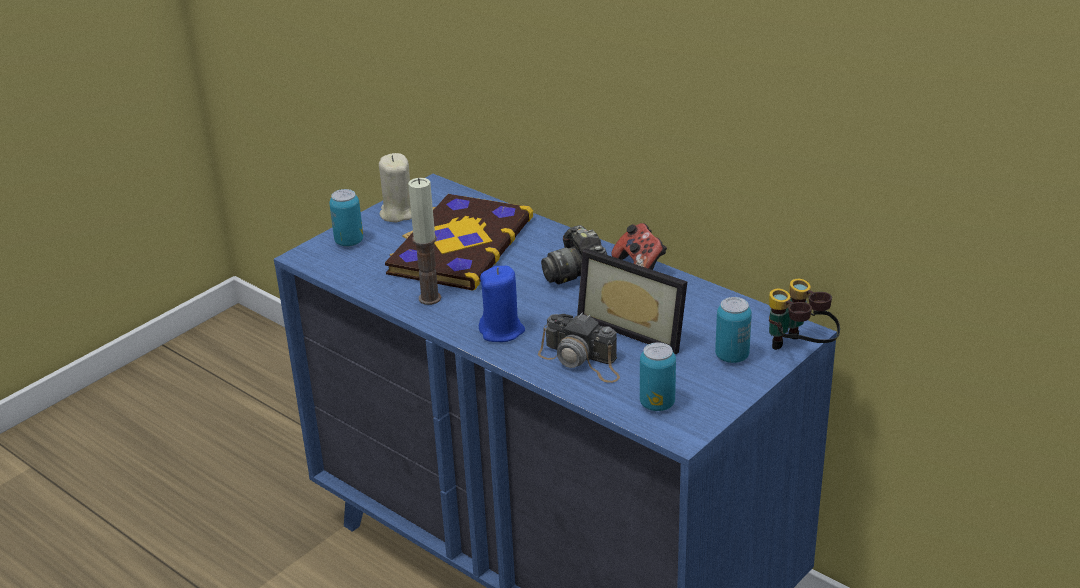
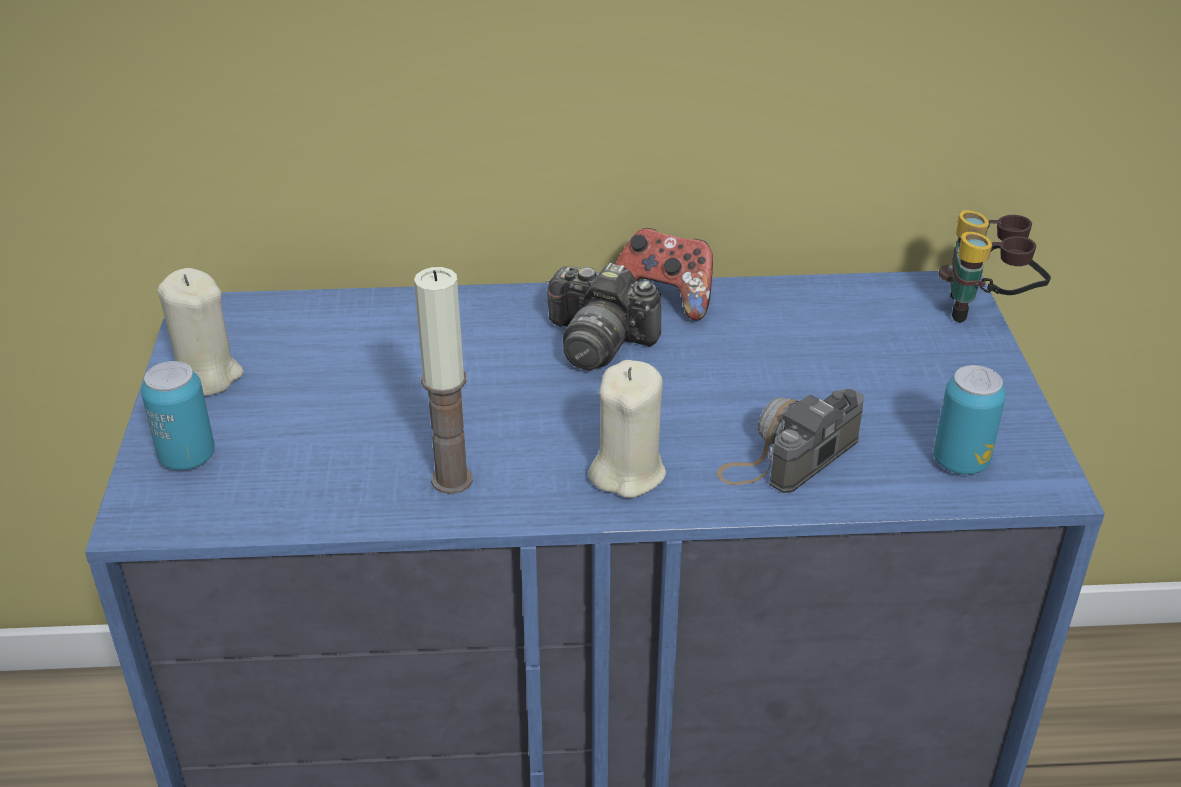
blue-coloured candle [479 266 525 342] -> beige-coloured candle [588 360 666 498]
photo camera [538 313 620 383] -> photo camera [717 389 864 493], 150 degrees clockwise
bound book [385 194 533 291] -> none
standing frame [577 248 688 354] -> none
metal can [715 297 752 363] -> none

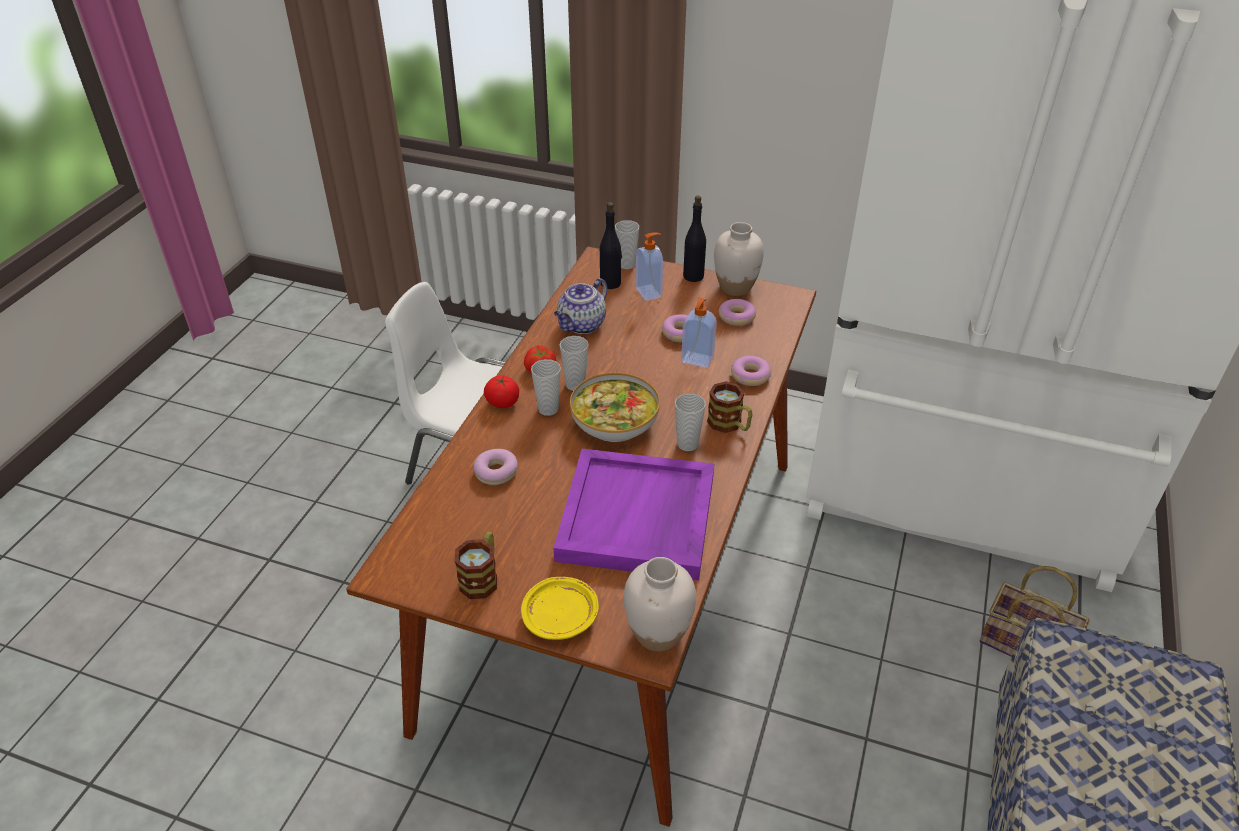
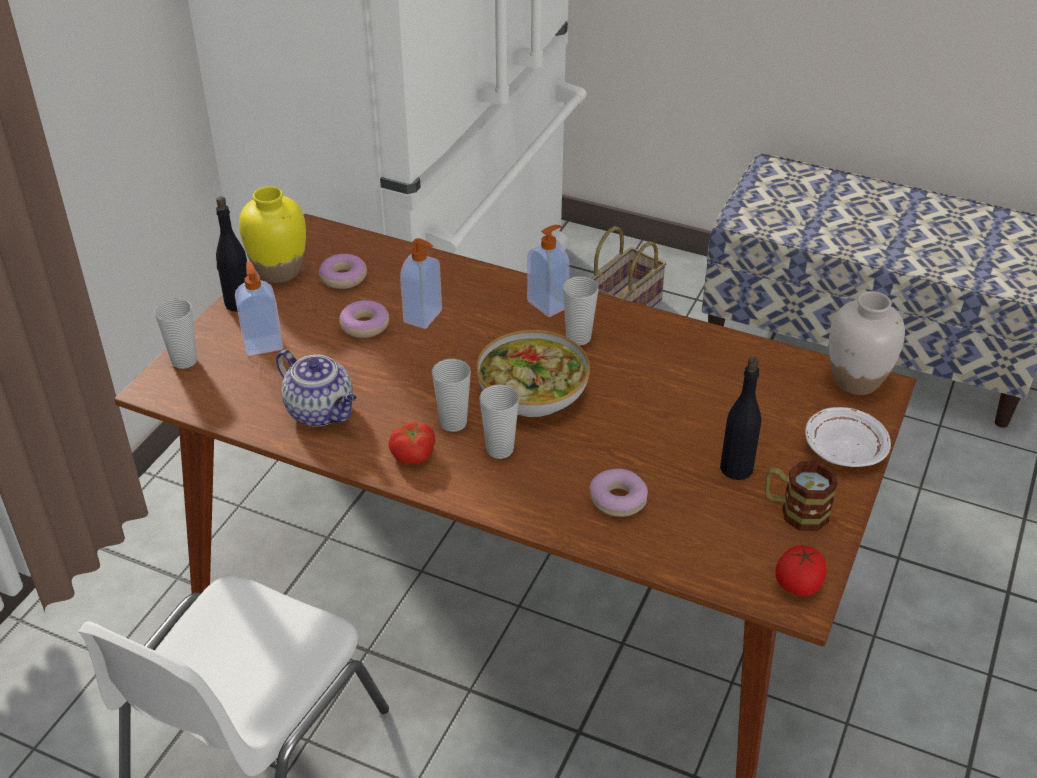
white vase [714 222 764 296] -> yellow-coloured vase [239 186 306 283]
mug [707 381 752 433] -> soap bottle [527 225 570 317]
black drink bottle [600 202 622 289] -> black drink bottle [720 357 762 480], relocated
tomato [484 375 519 408] -> tomato [775 545 827 596], relocated
yellow-coloured dinner plate [521 577 599 640] -> white dinner plate [805 407 891 467]
purple carrying tray [553 449 714 580] -> none
ring doughnut [731 356 771 386] -> none

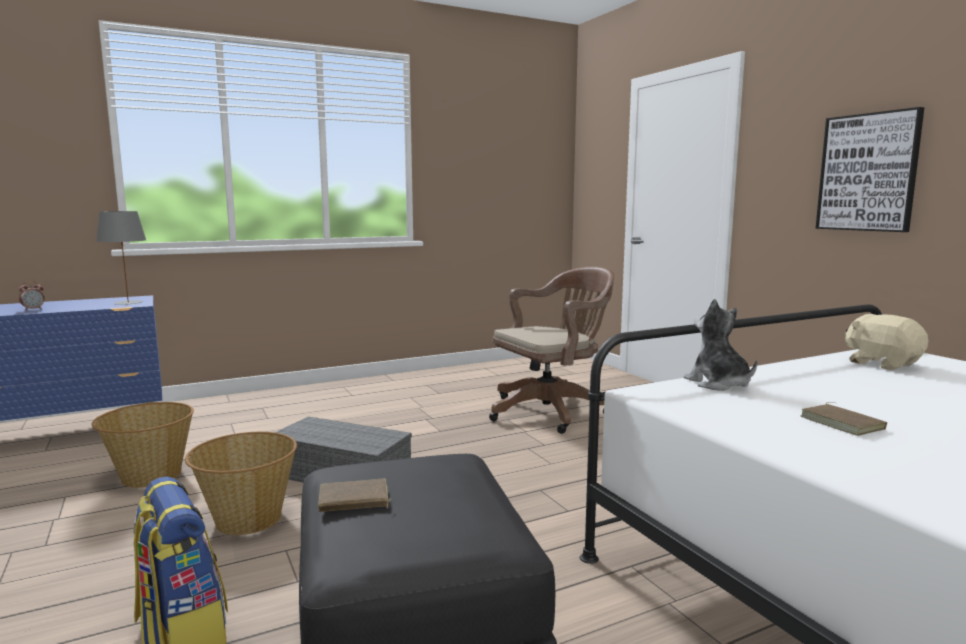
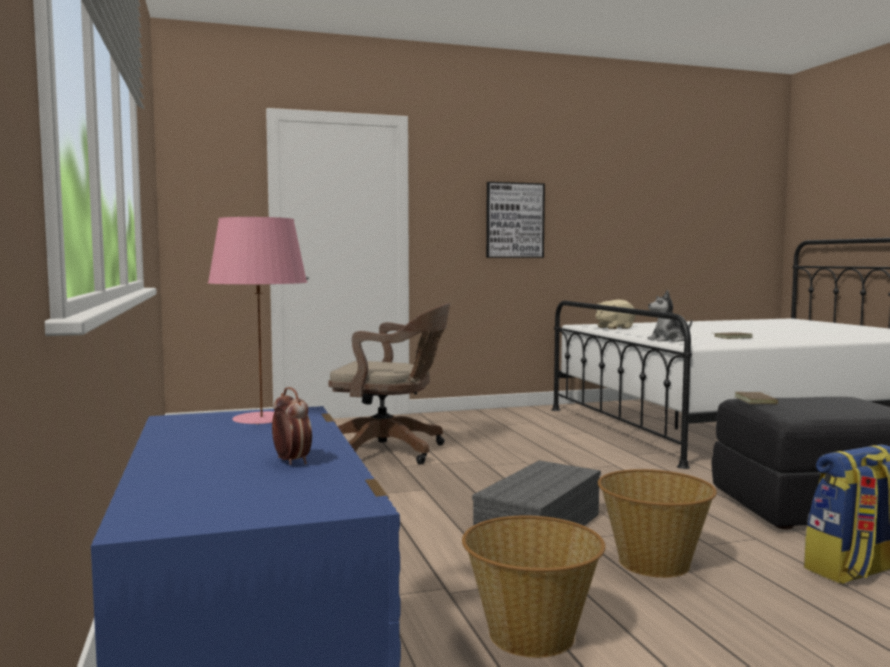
gray table lamp [96 211 146 305] -> pink-coloured table lamp [208 217 307 425]
brown-coloured computer chair [489 267 614 434] -> brown-coloured computer chair [328 303 450 465], 120 degrees clockwise
brown-coloured bound book [318 479 391 512] -> brown-coloured bound book [735 391 778 404], relocated

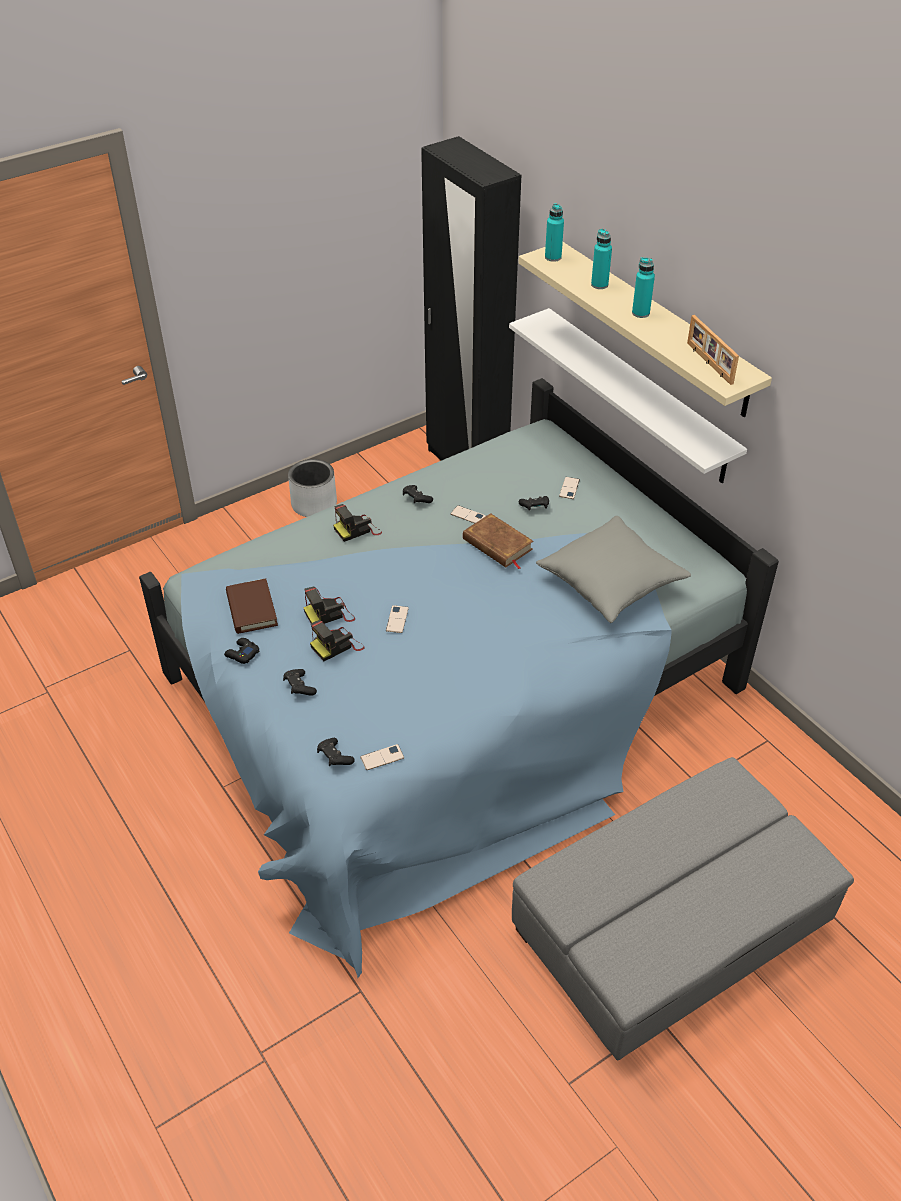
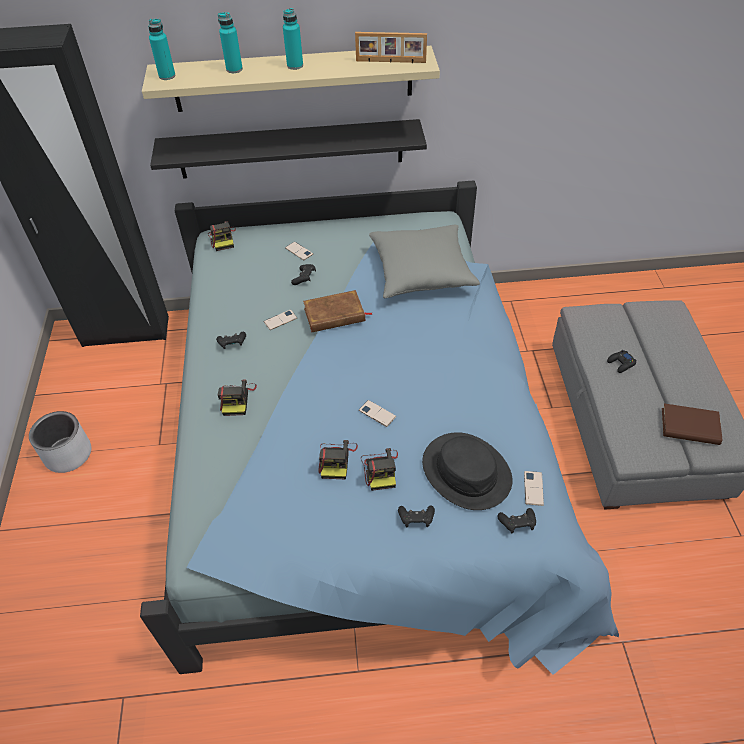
white wall shelf [509 308 747 483] -> black wall shelf [150 119 427 179]
none -> photo camera [208 221 236 251]
none -> black hat [422 432 513 510]
black game controller [224 638 259 664] -> black game controller [607 350 637 373], relocated
brown-coloured bound book [226 578 278 634] -> brown-coloured bound book [662 404 722 445], relocated

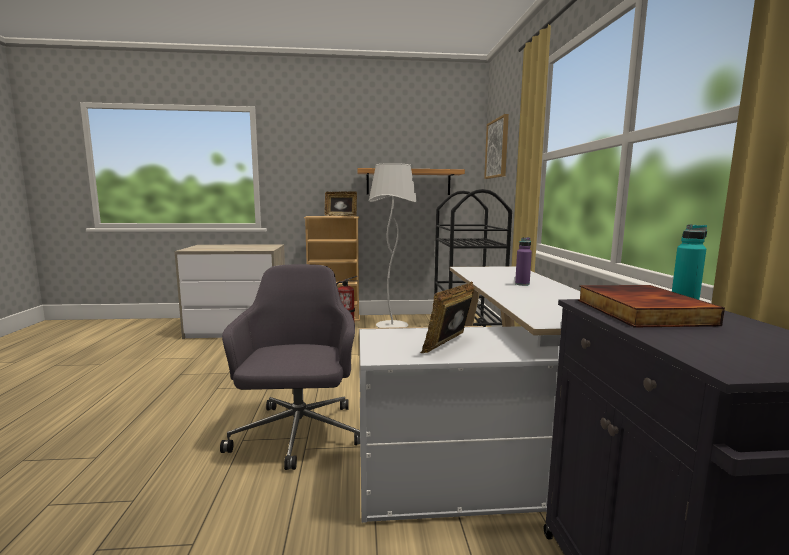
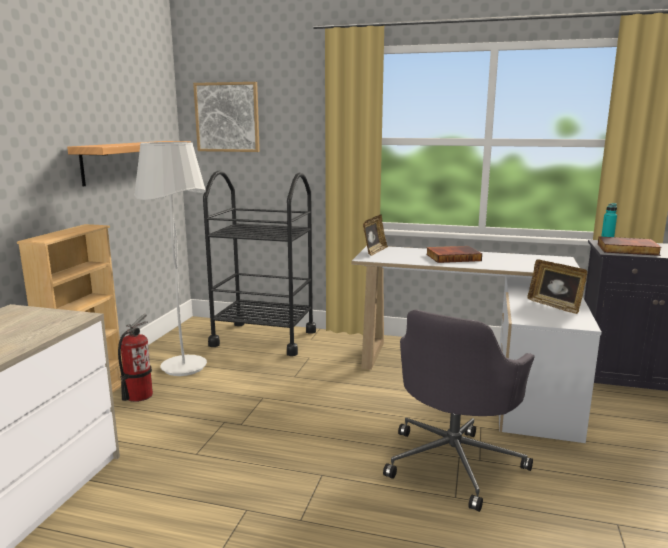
standing frame [324 191 357 216] -> standing frame [363 214 388 256], relocated
gray computer chair [220 264 360 470] -> gray computer chair [383 310 535 512], 75 degrees counterclockwise
purple drink bottle [515 237 532 286] -> bound book [426 246 482 263]

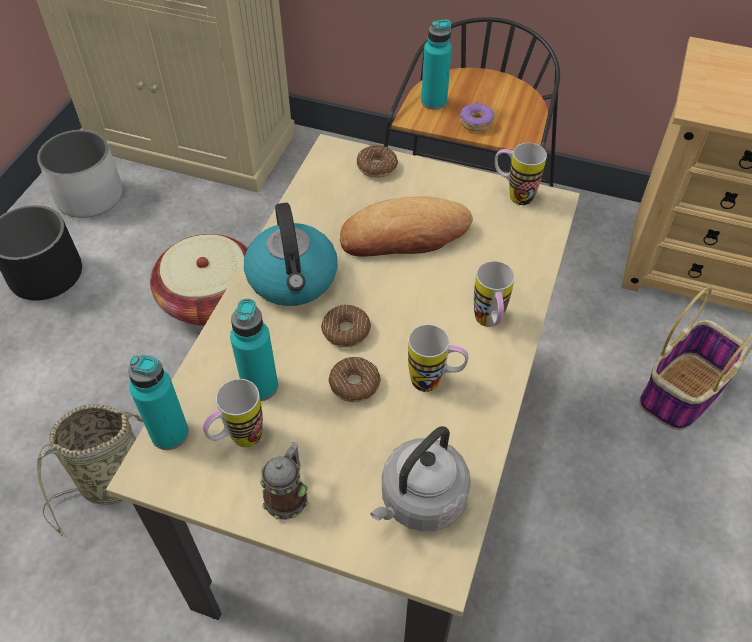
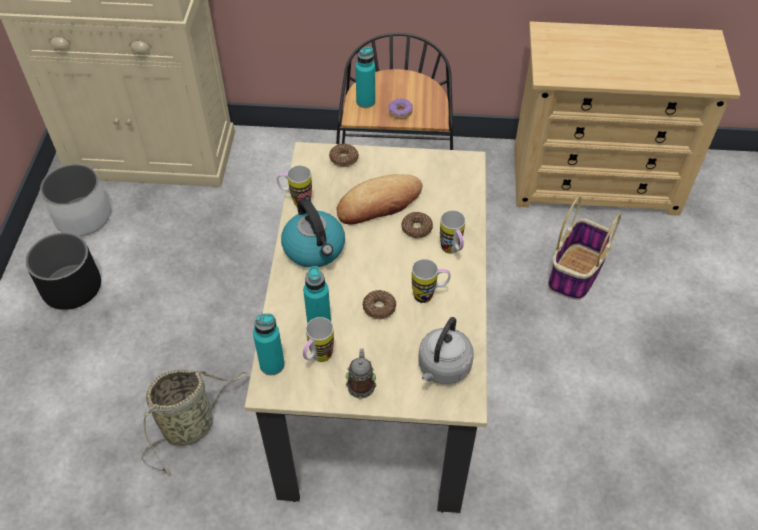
mug [495 143 547 205] -> mug [276 165 312 207], relocated
ring doughnut [321 305 371 347] -> ring doughnut [401 212 433 238], relocated
storage basket [150 234 248 326] -> none

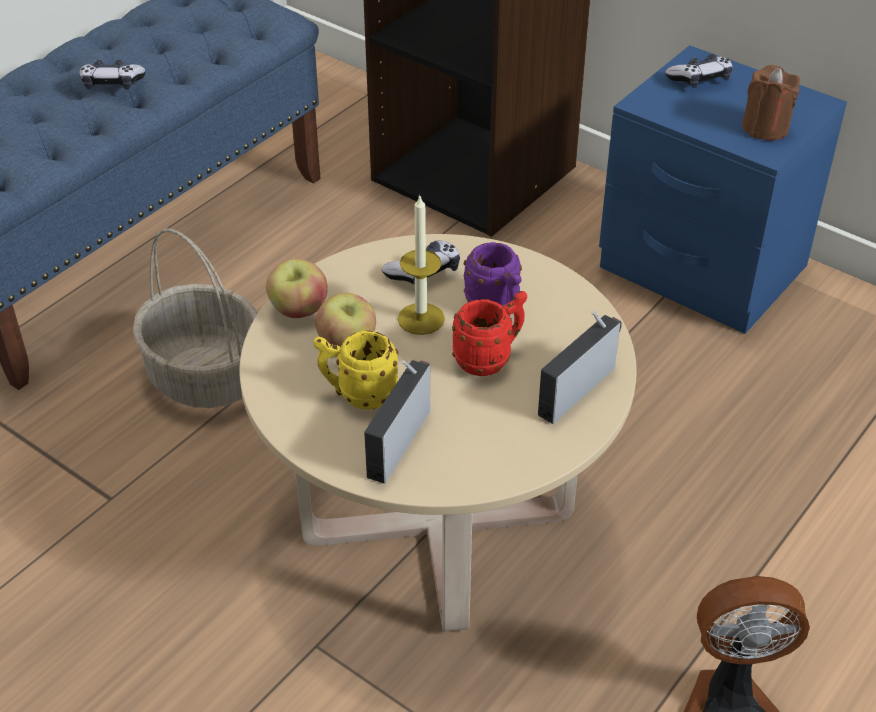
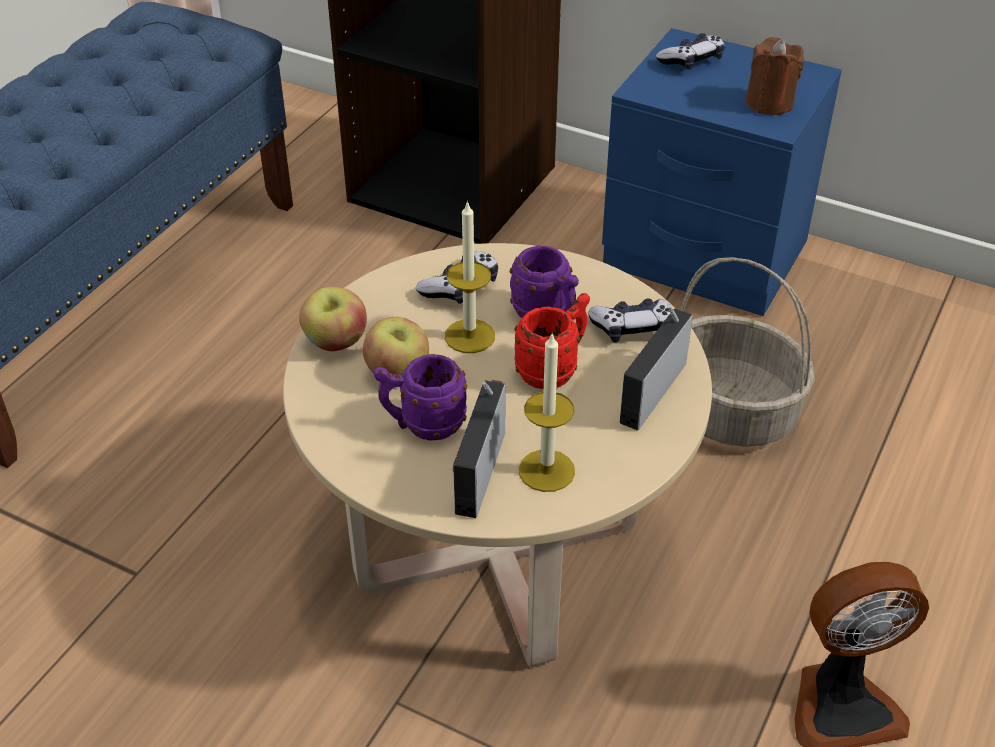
yellow-coloured mug [313 331 398 409] -> purple mug [374 354 467 441]
none -> candle [519 332 575 492]
game controller [80 60 146 90] -> game controller [588 298 672 342], relocated
storage basket [133 228 258 408] -> storage basket [681 257 815 447], relocated

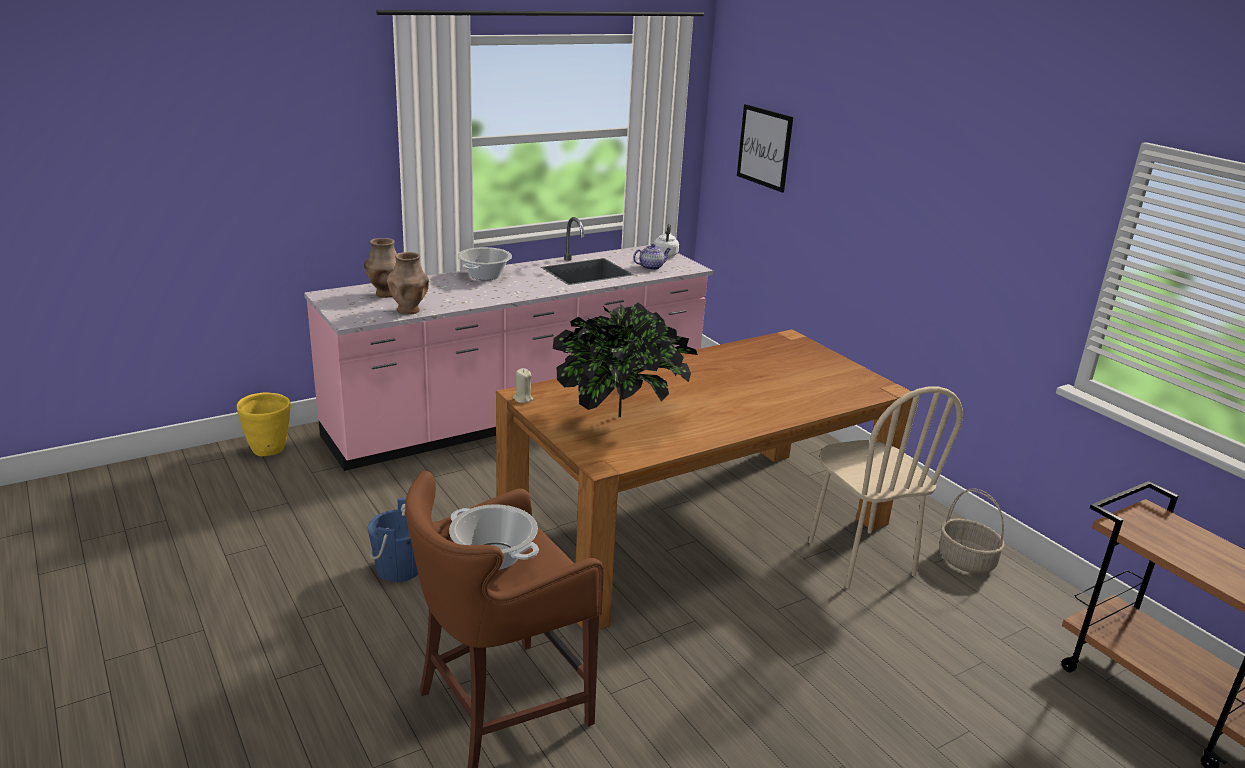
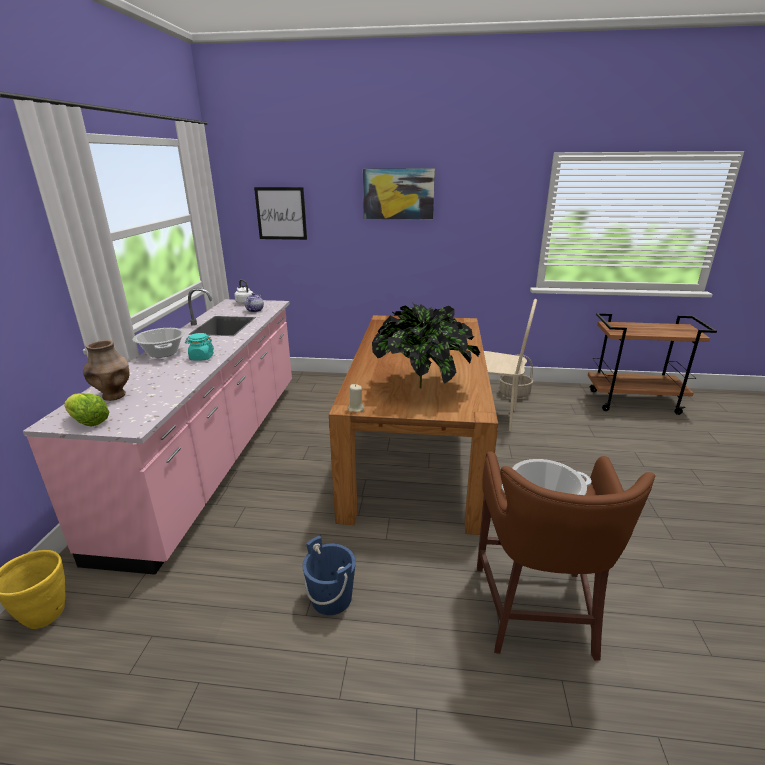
none -> lettuce head [64 393 109 427]
none -> turquoise-coloured preserve jar [185 333 214 361]
none -> wall picture [363 168 435 220]
brown-coloured vase [387 252 429 315] -> none

